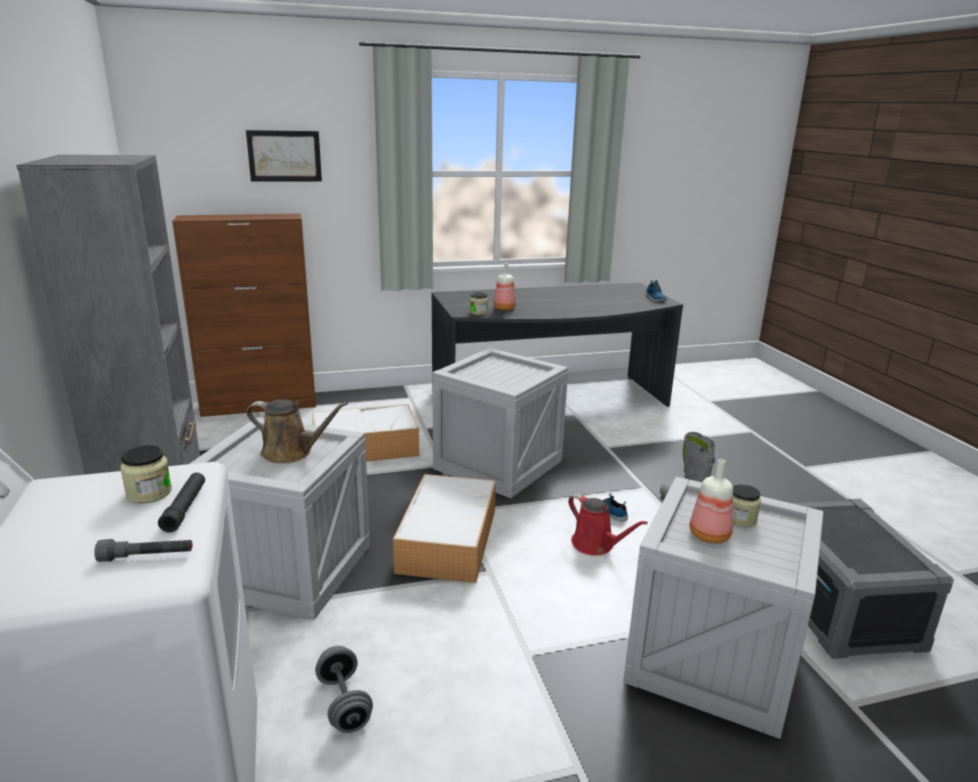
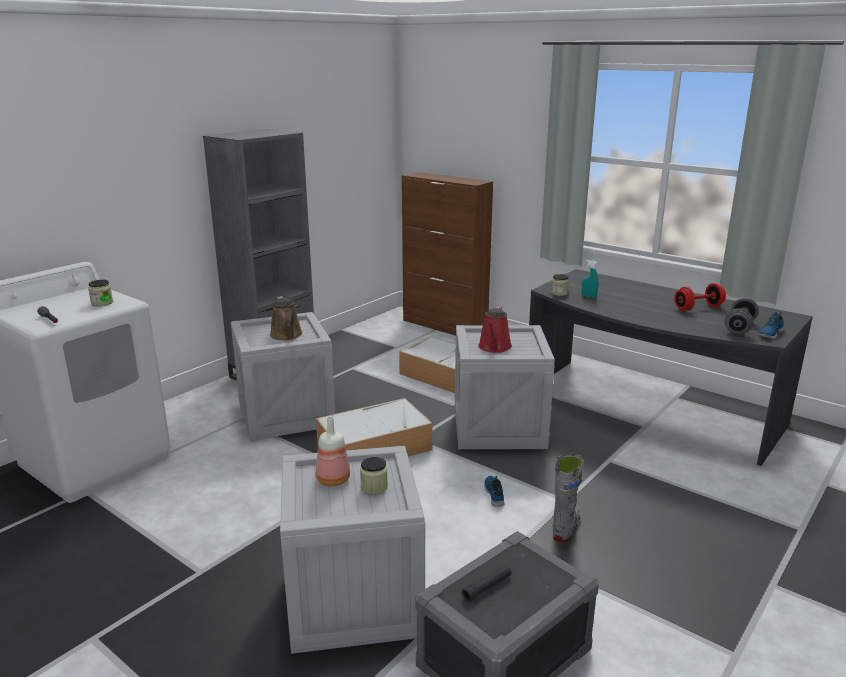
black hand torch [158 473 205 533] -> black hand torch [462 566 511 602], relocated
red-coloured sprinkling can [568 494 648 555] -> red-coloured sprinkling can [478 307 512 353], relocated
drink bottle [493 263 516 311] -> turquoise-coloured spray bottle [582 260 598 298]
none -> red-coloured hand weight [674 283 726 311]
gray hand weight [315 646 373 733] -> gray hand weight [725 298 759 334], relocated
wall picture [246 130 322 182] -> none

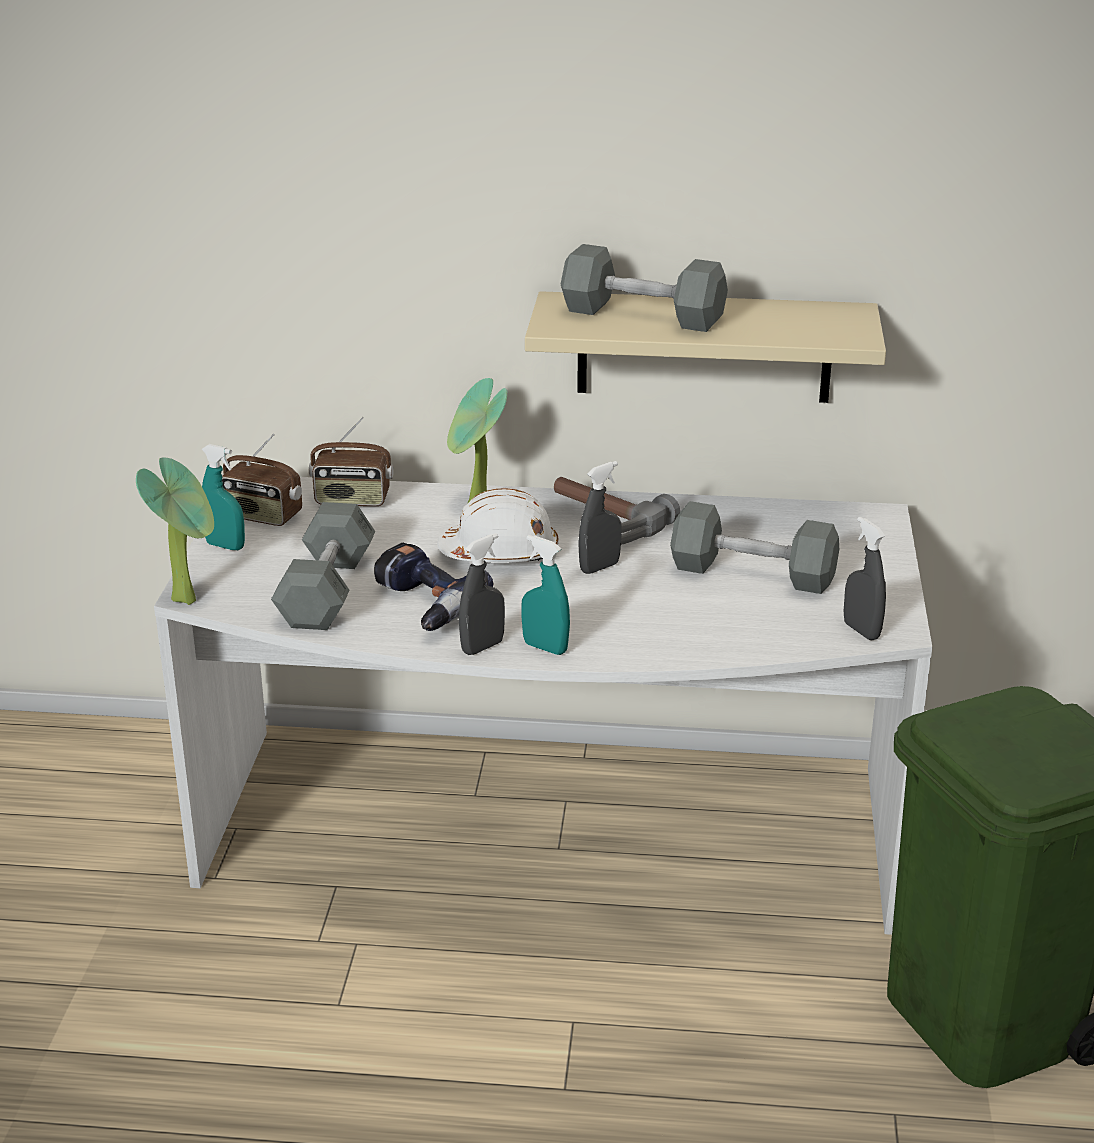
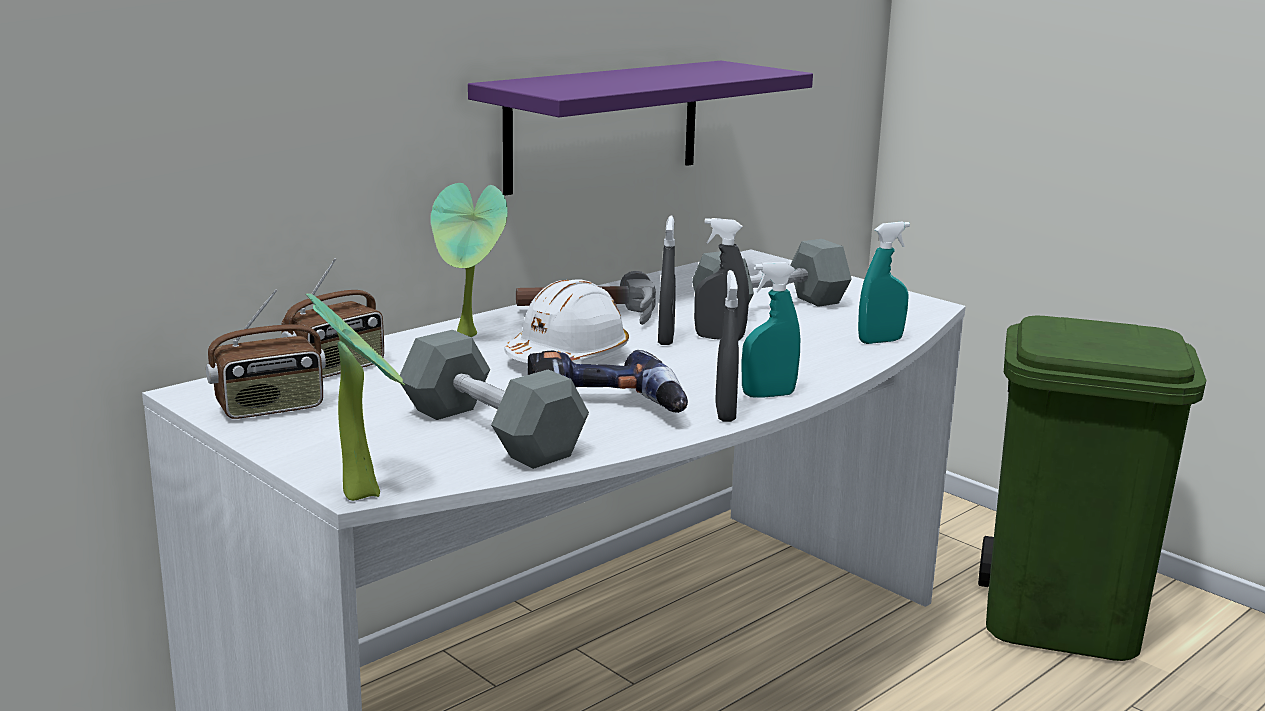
beige-coloured wall shelf [525 291 886 403] -> purple wall shelf [468 61 813 195]
gray spray bottle [844 517 886 641] -> gray spray bottle [694 218 749 340], relocated
turquoise-coloured spray bottle [202 444 245 550] -> turquoise-coloured spray bottle [858 221 910 344], relocated
gray hand weight [561 244 728 332] -> none

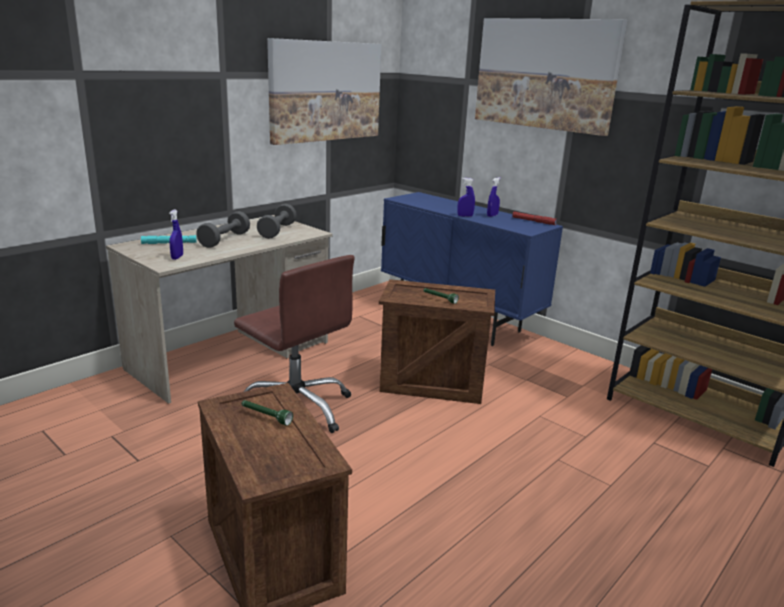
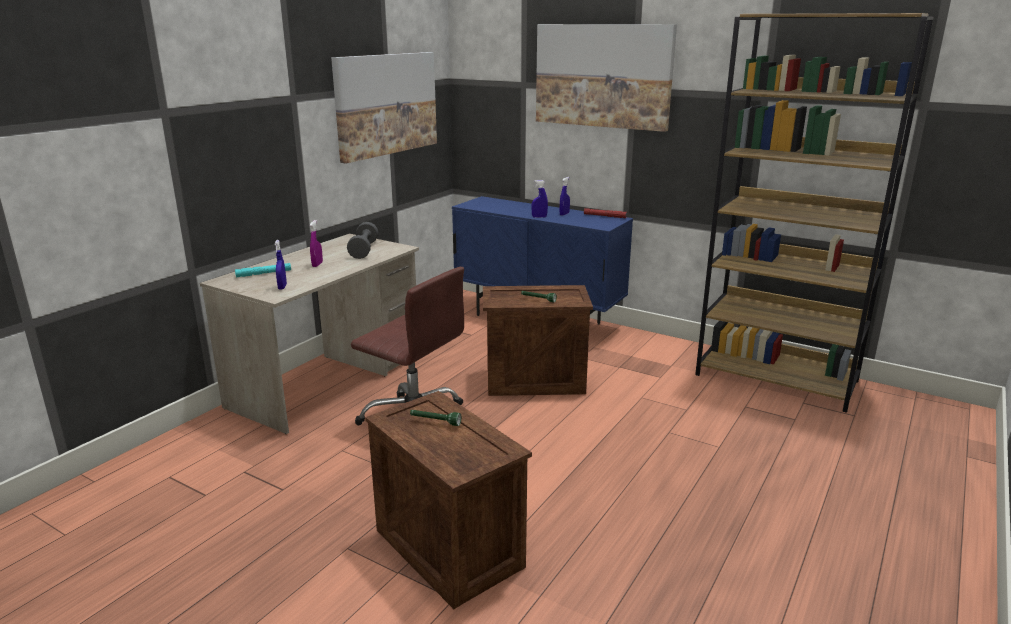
gray hand weight [196 211 250 248] -> purple spray bottle [310 220 323 267]

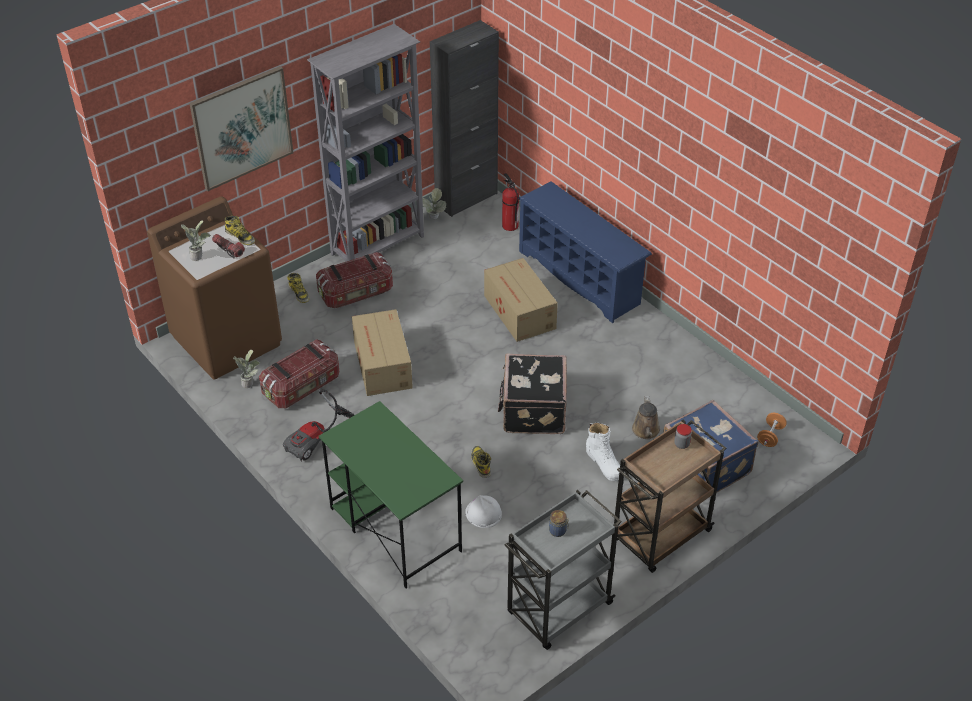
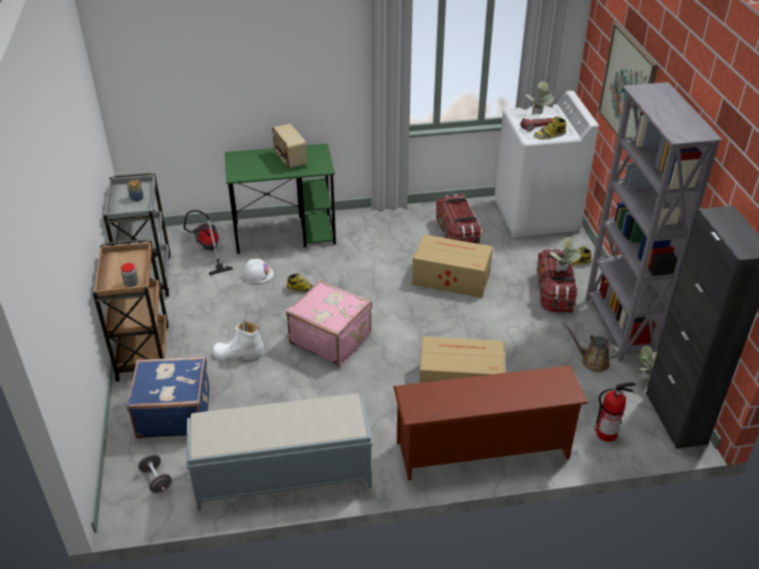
orangey hand weight [757 413 787 447] -> gray hand weight [138 454 172 493]
hoover [283 390 355 461] -> hoover [184 210 233 275], relocated
none -> gray long seat [186 394 373 511]
none -> radio receiver [272 124 307 168]
black travel case [498 354 567 434] -> pink-coloured travel case [286 280 372 366]
blue-coloured shoe rack [518 181 652 323] -> brown-coloured shoe rack [393 365 589 480]
brown-coloured washing machine [147 196 282 380] -> white washing machine [494 91 599 237]
plant in a pot [233 350 260 388] -> plant in a pot [550 237 580 272], relocated
brown-coloured sprinkling can [632 396 660 439] -> brown-coloured sprinkling can [564 323 620 372], relocated

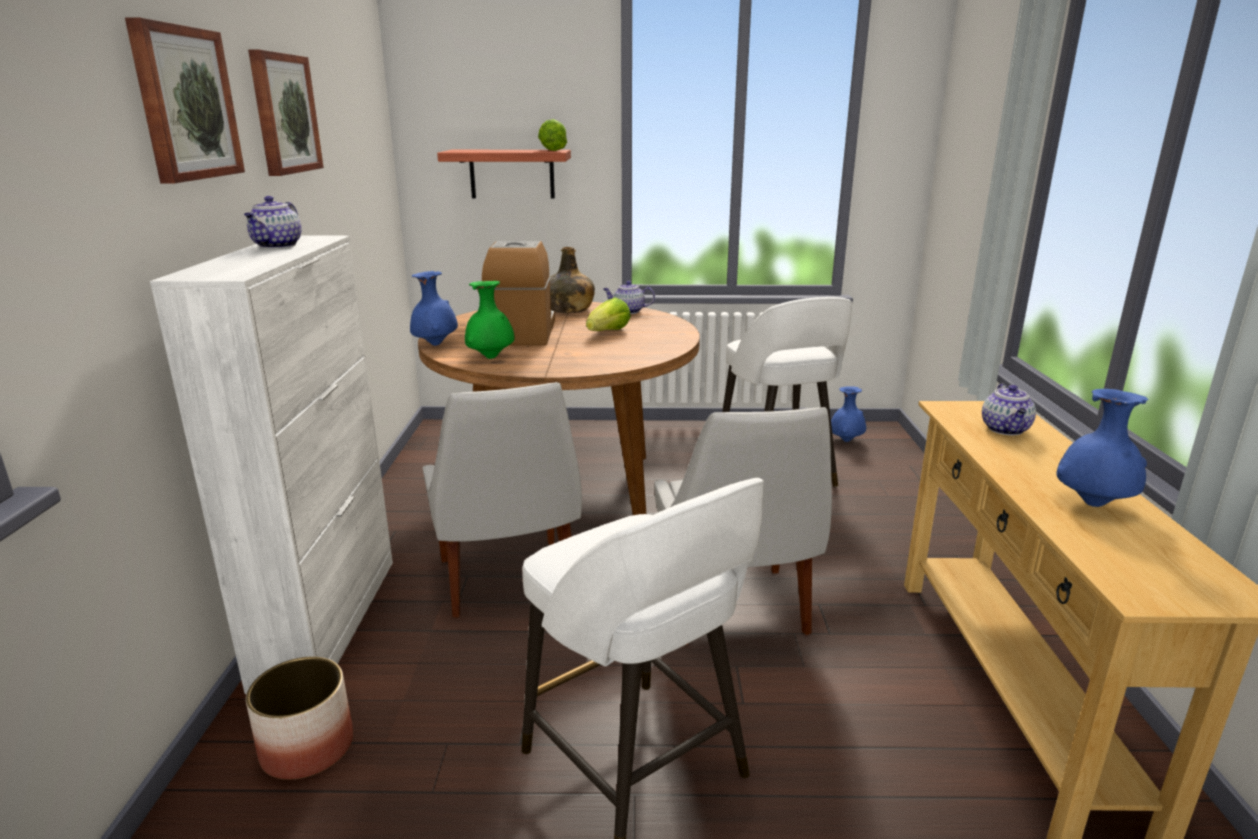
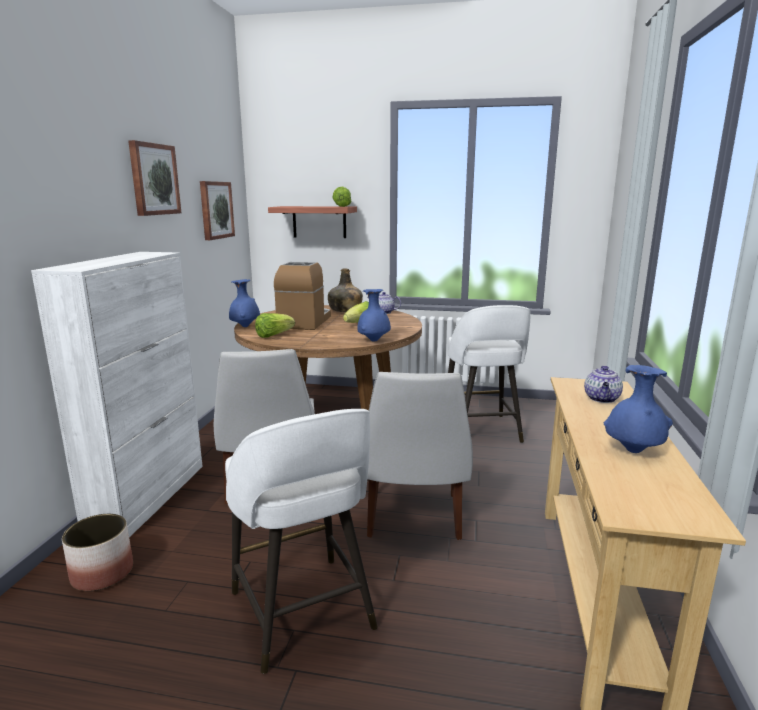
wall picture [125 18 245 183] -> wall picture [200 181 235 240], relocated
green-coloured vase [465 281 515 359] -> lettuce head [255 313 295 338]
blue-coloured vase [831 386 866 442] -> blue-coloured vase [357 289 391 342], relocated
teapot [244 196 301 249] -> none

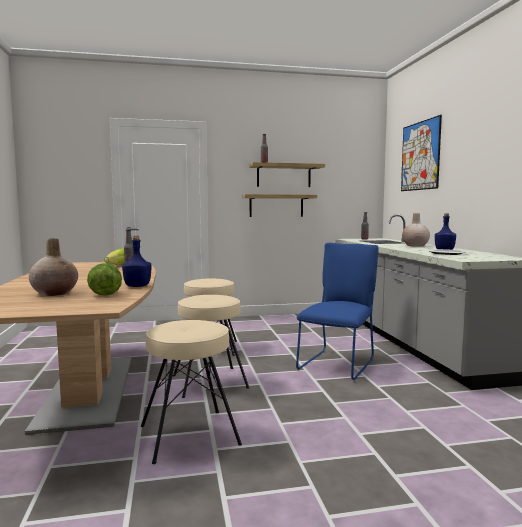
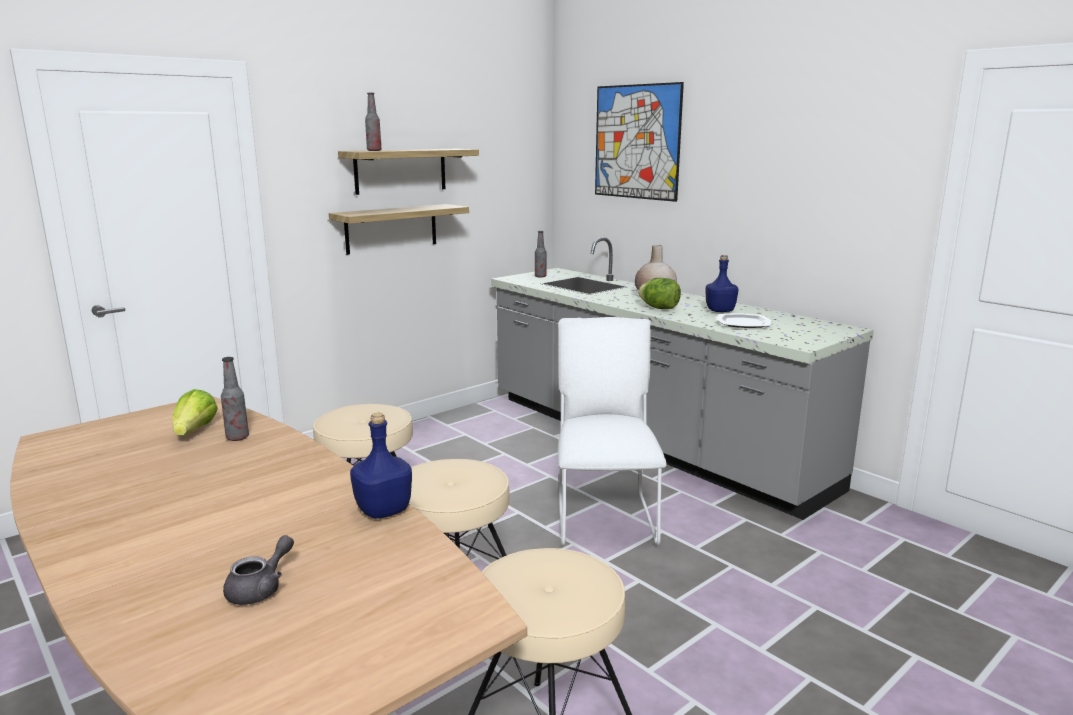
beige-coloured vase [29 238 78 296] -> gray teapot [223 535 294 605]
blue-coloured upright chair [296 243 378 380] -> white upright chair [557 317 667 546]
lettuce head [87 263 122 296] -> lettuce head [638 278 681 309], relocated

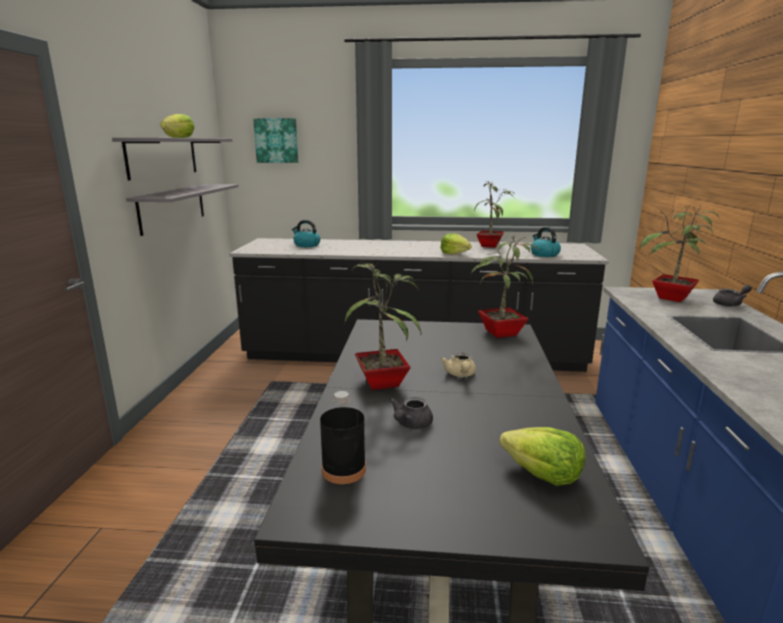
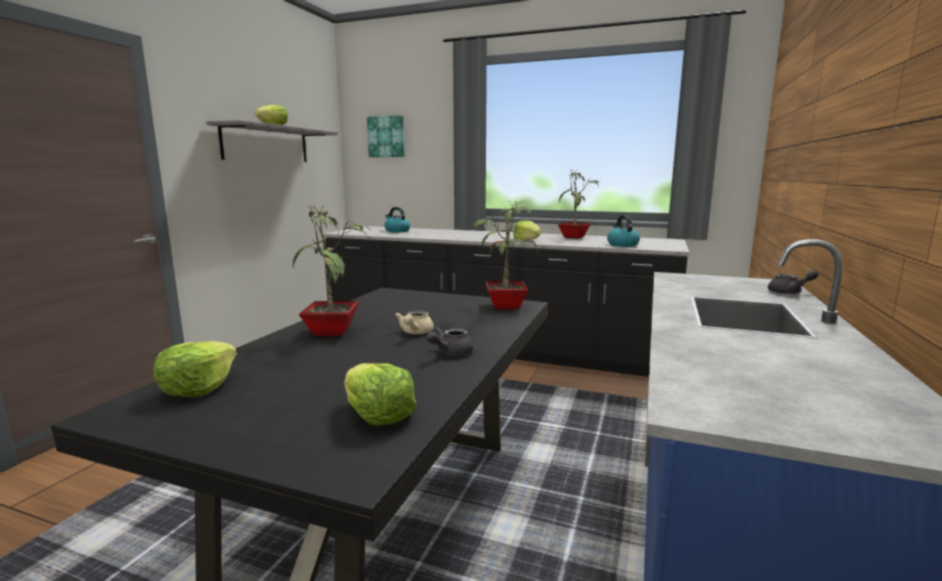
black drink bottle [320 391 366 484] -> lettuce head [153 341 237 397]
gray teapot [390 397 433 429] -> gray teapot [426 327 473 356], relocated
gray wall shelf [126 184 239 236] -> none
plant in a pot [639 206 720 302] -> none

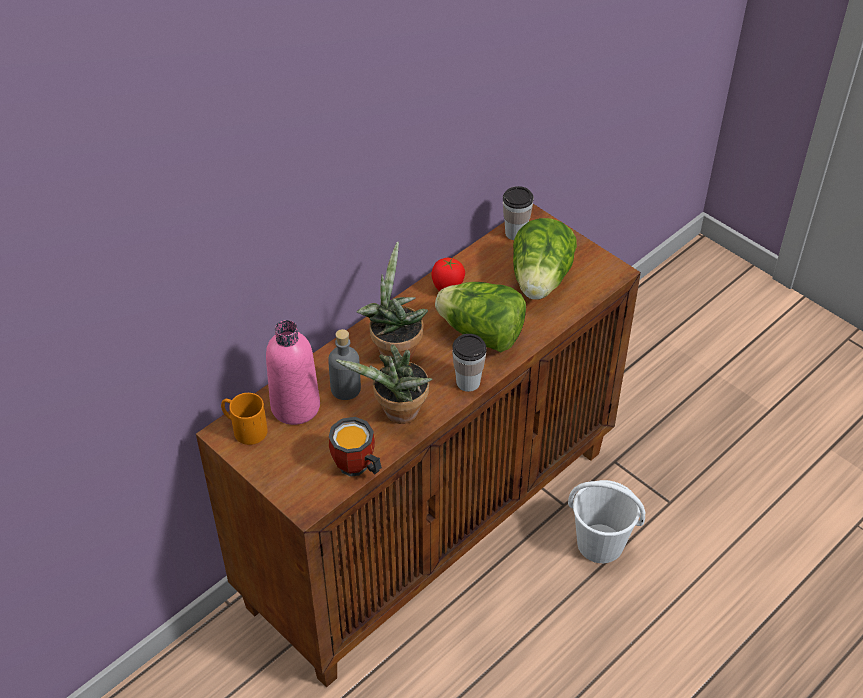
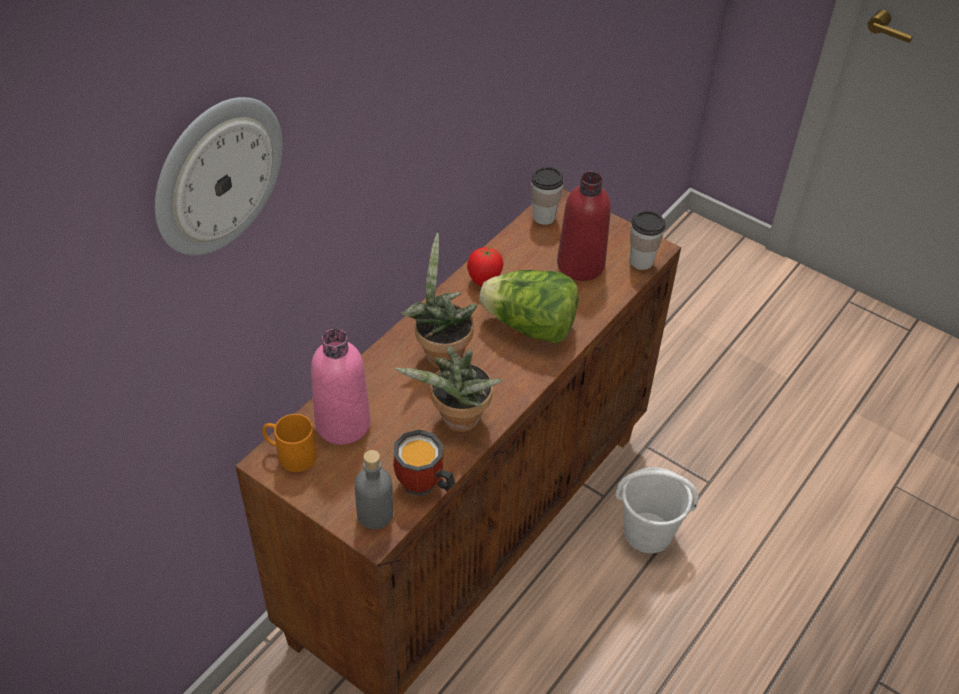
none -> hanging clock [155 97 283 255]
gray drink bottle [328 329 361 400] -> gray drink bottle [355 450 393 529], relocated
lettuce head [513 218 577 300] -> red-coloured drink bottle [557 171 611 281]
cup [452 334 487 392] -> cup [630 210 665 270], relocated

